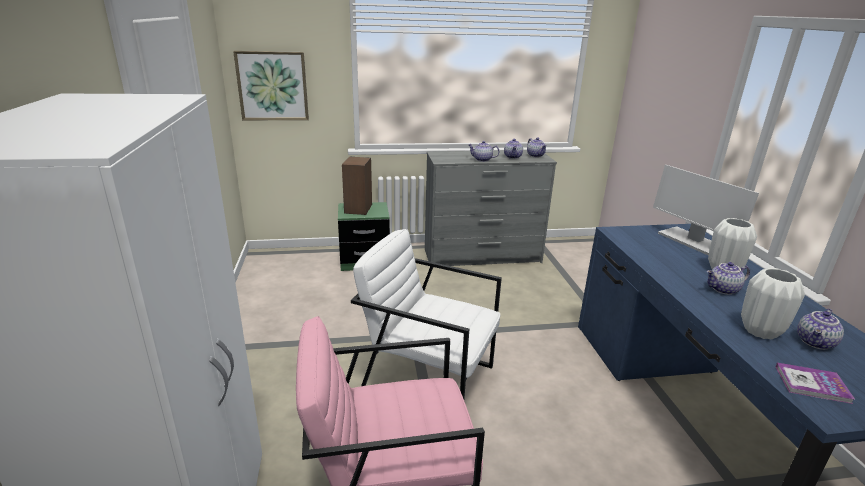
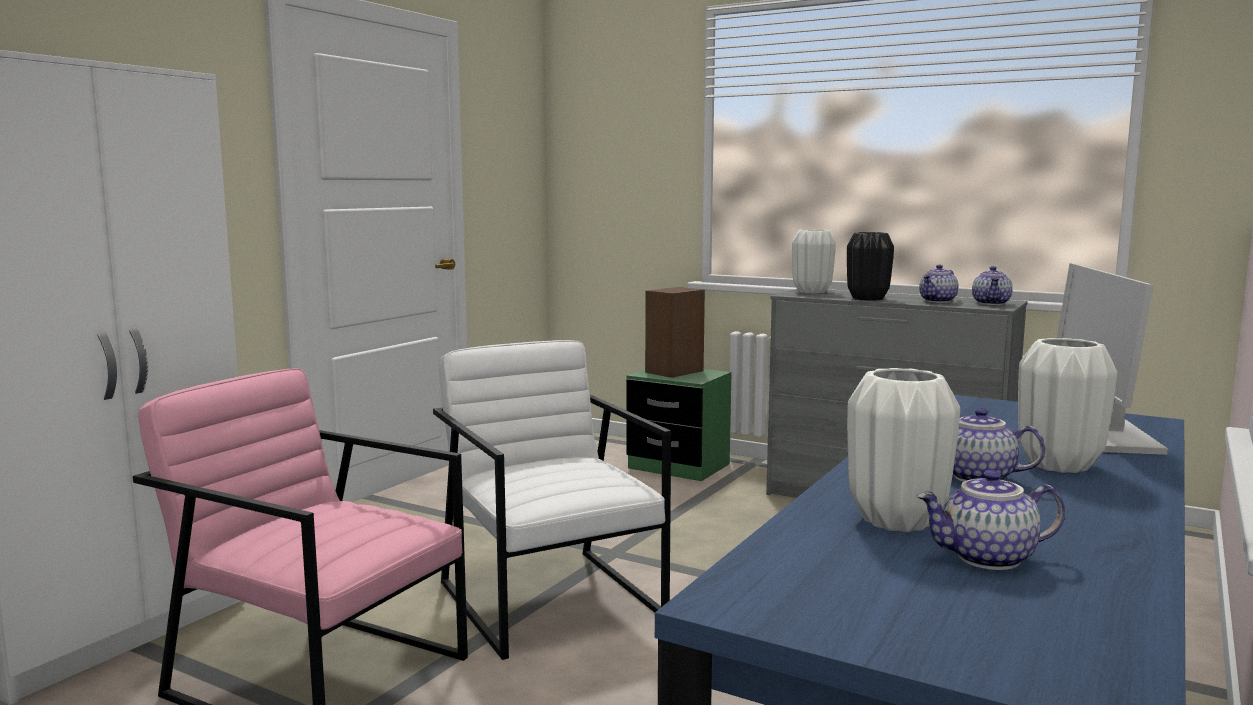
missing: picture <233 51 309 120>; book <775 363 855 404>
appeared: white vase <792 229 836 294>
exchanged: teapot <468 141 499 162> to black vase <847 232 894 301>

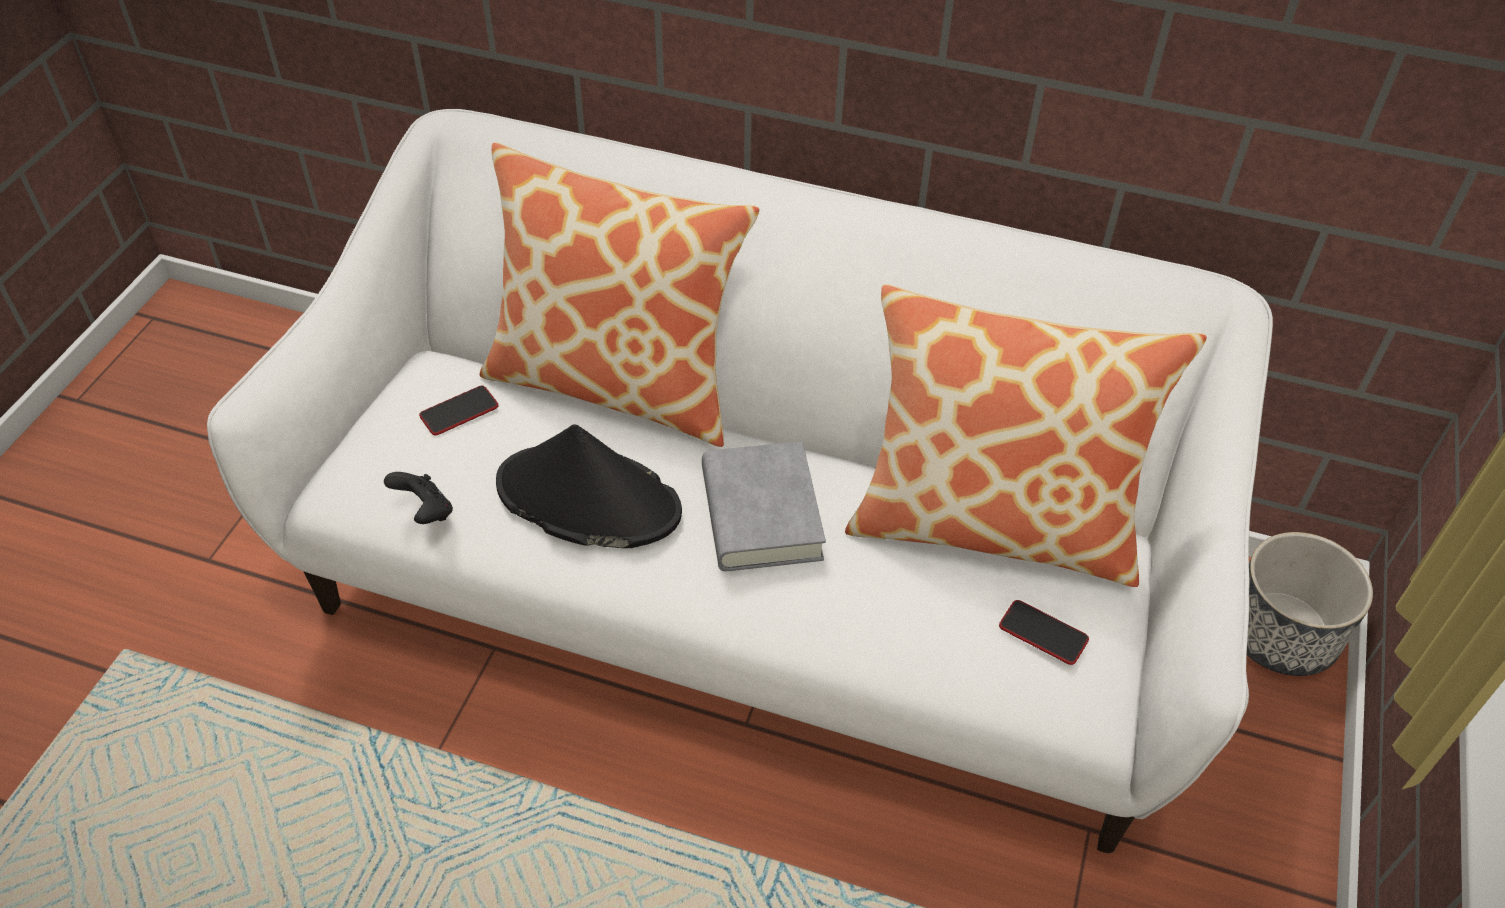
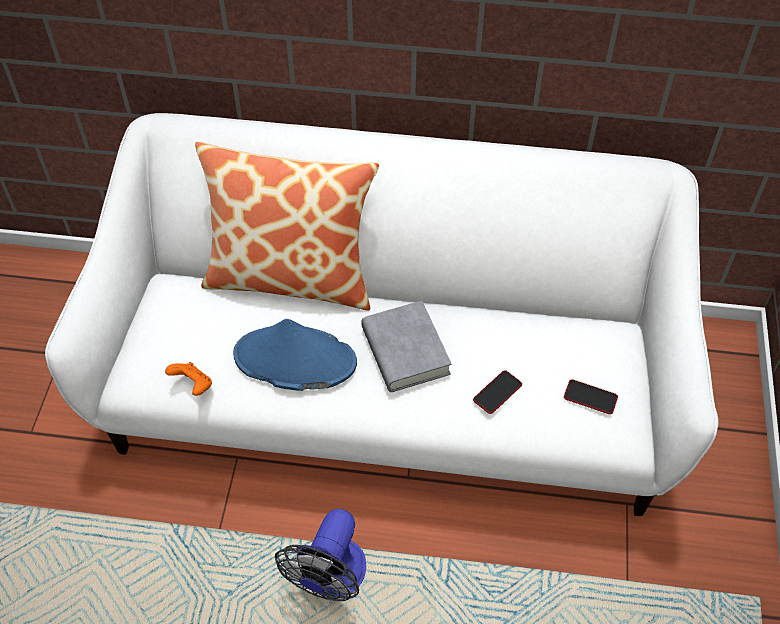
missing: pillow <845 284 1207 587>; planter <1247 532 1373 676>
appeared: fan <275 509 366 601>
relocated: phone <419 386 498 435> to <473 370 522 414>
colour: black game controller <384 472 453 524> to orange game controller <165 362 212 396>; black hat <496 424 682 548> to blue hat <233 319 357 391>

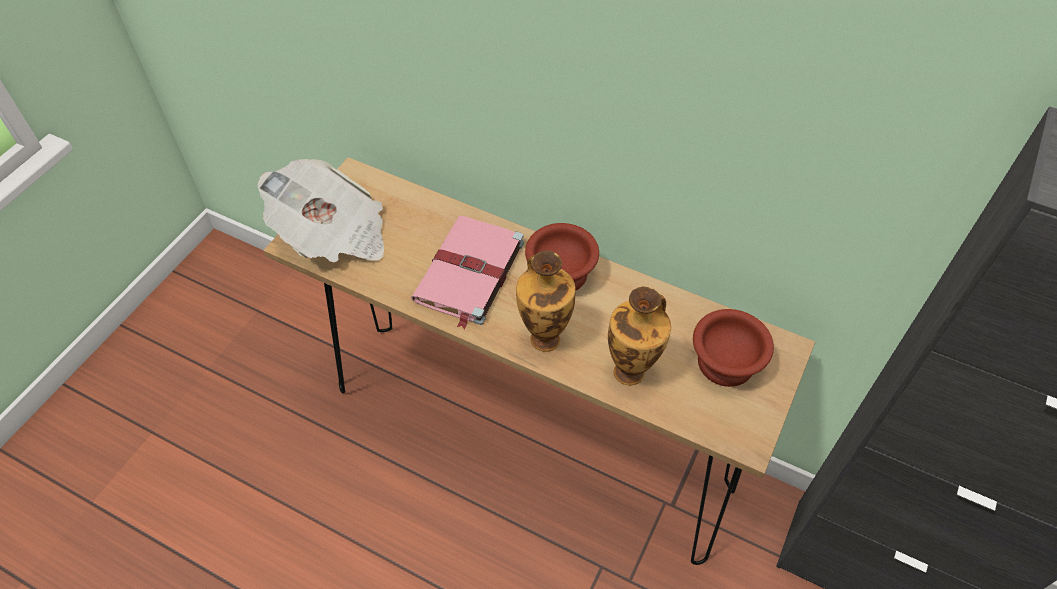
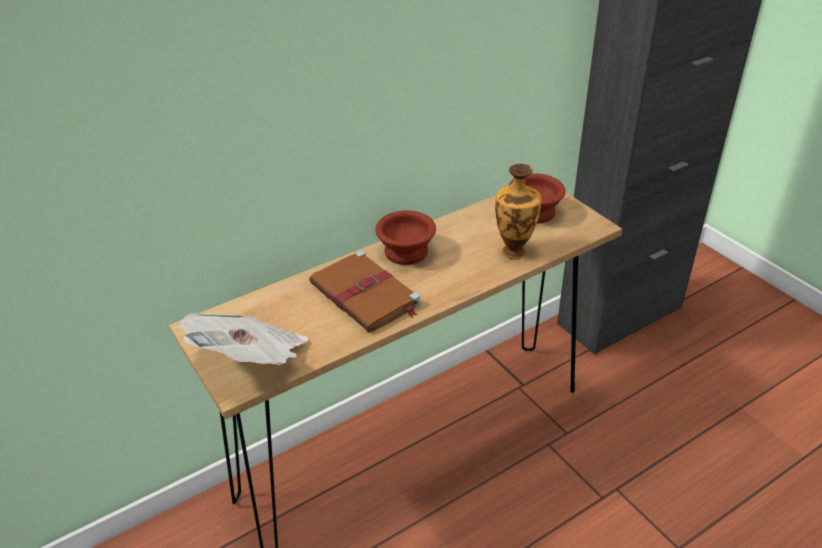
missing: vase <516 251 576 352>
colour: pink book <411 216 524 330> to brown book <309 250 421 332>

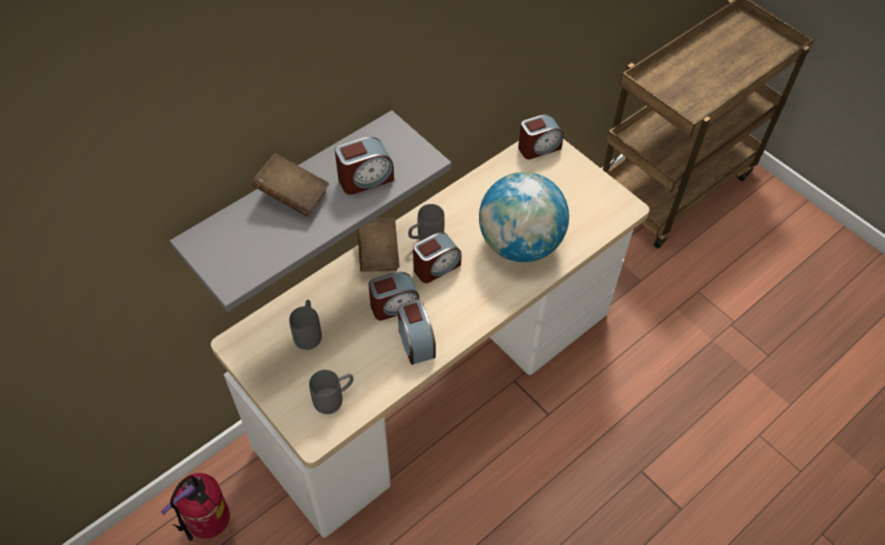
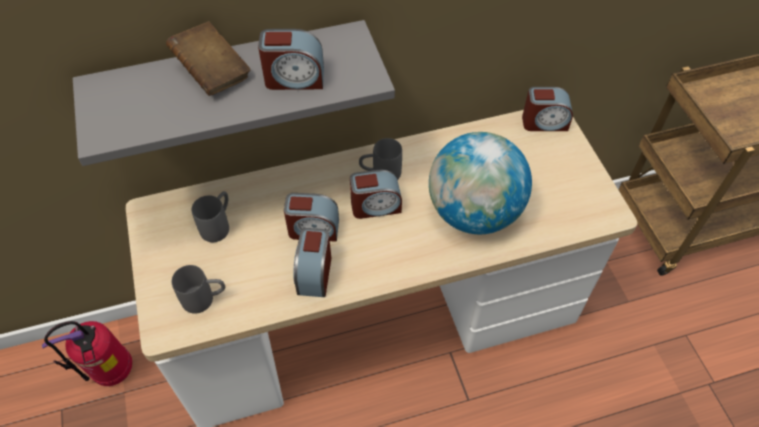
missing: brown book <357 218 400 272>

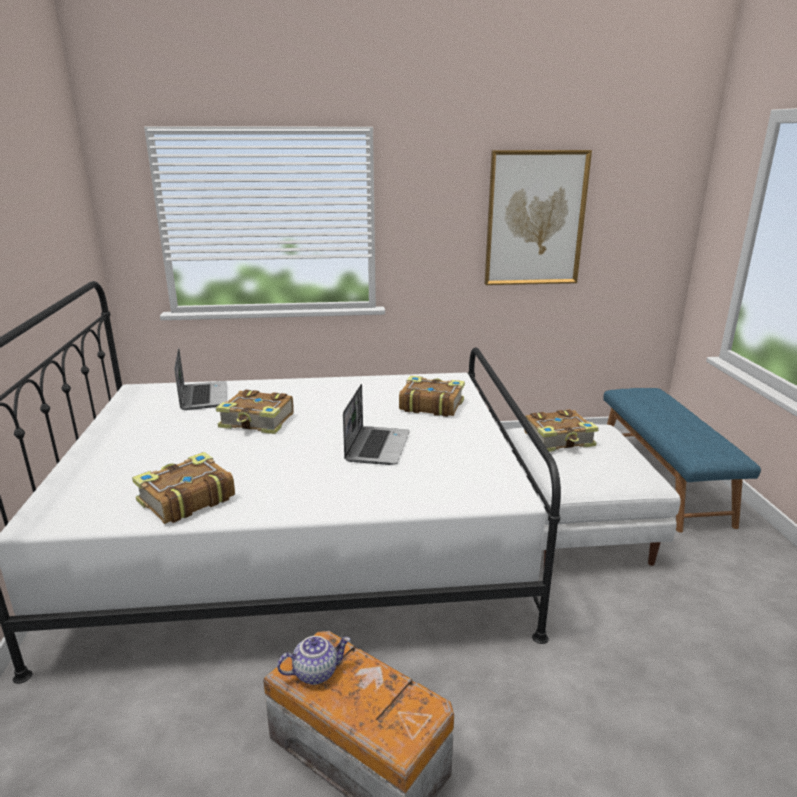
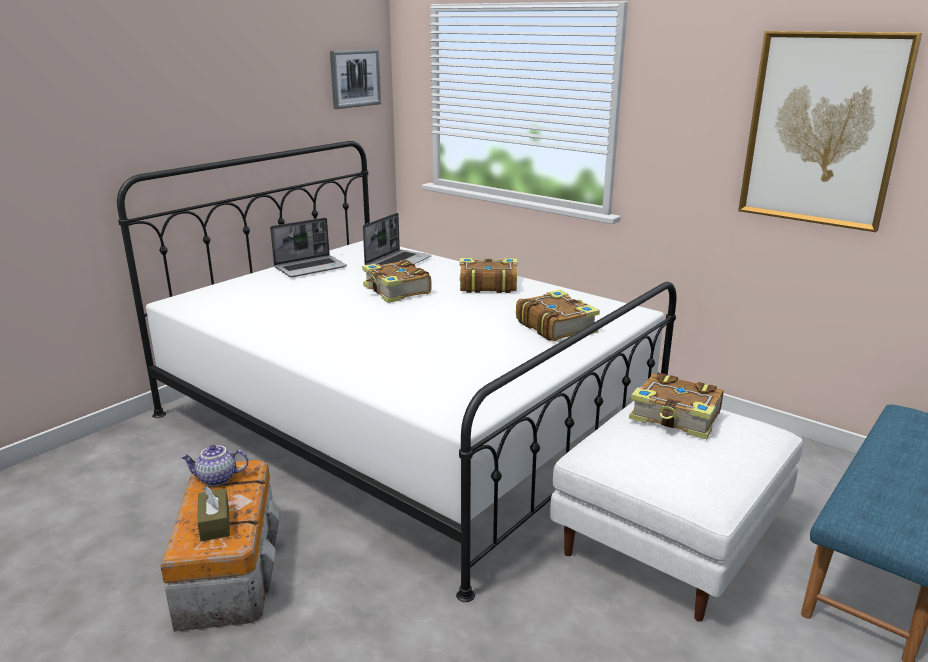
appeared: brown tissue box <197 486 230 541>; picture <330 49 381 109>
relocated: book <132 452 235 524> to <460 258 517 293>; laptop <343 384 410 465> to <270 218 347 277>
spun: teapot <277 636 350 685> = <180 445 248 486> 150 degrees clockwise

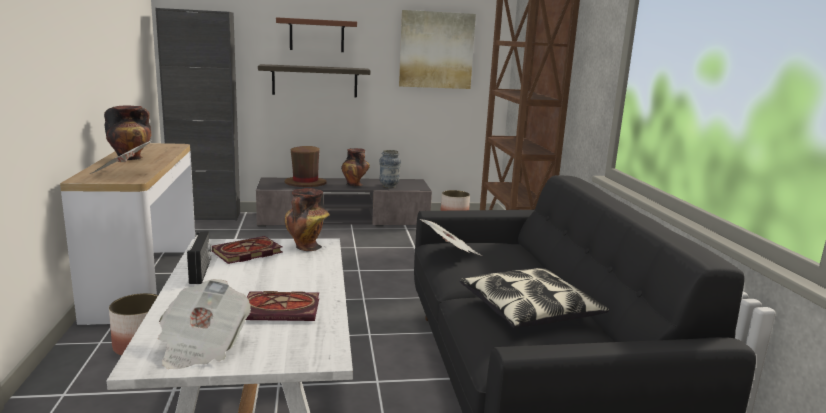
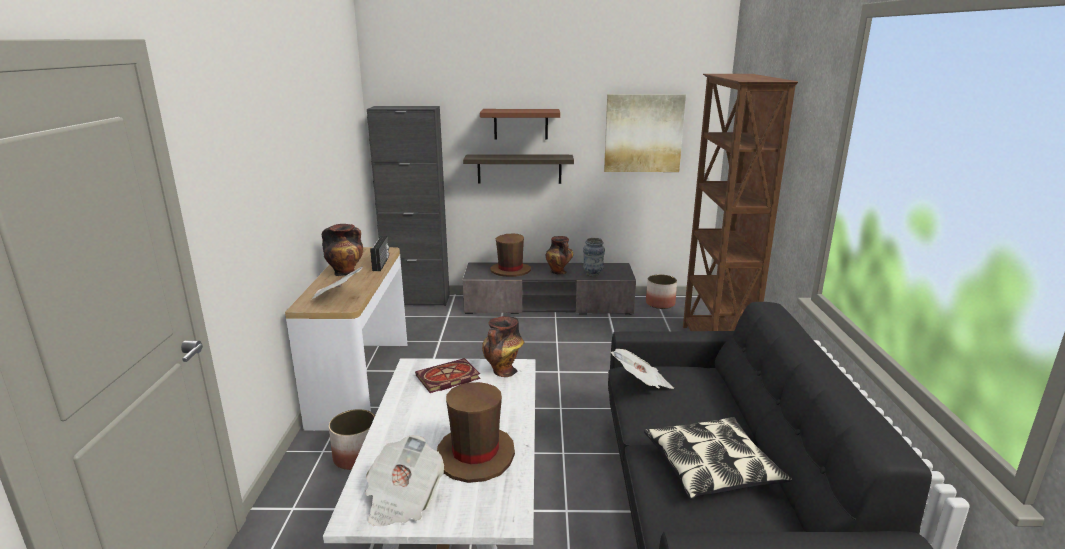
relocated: radio <187 231 212 284> to <370 236 389 271>
exchanged: book <246 291 319 321> to brown hat <437 382 515 483>

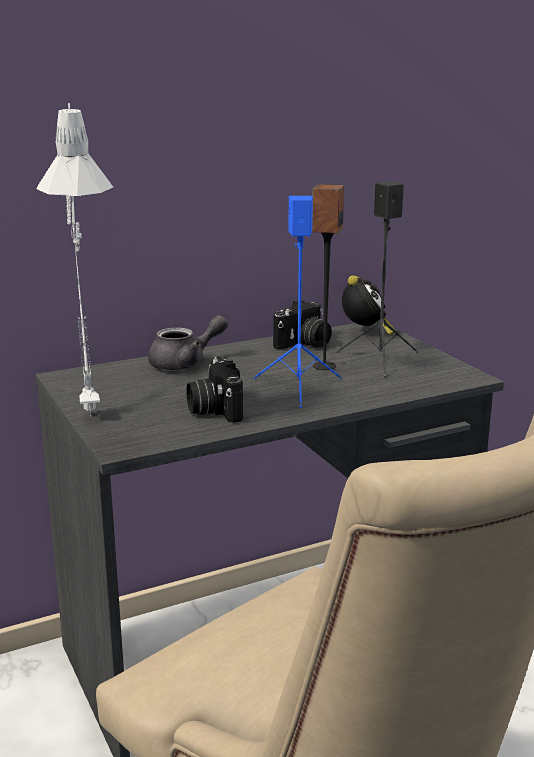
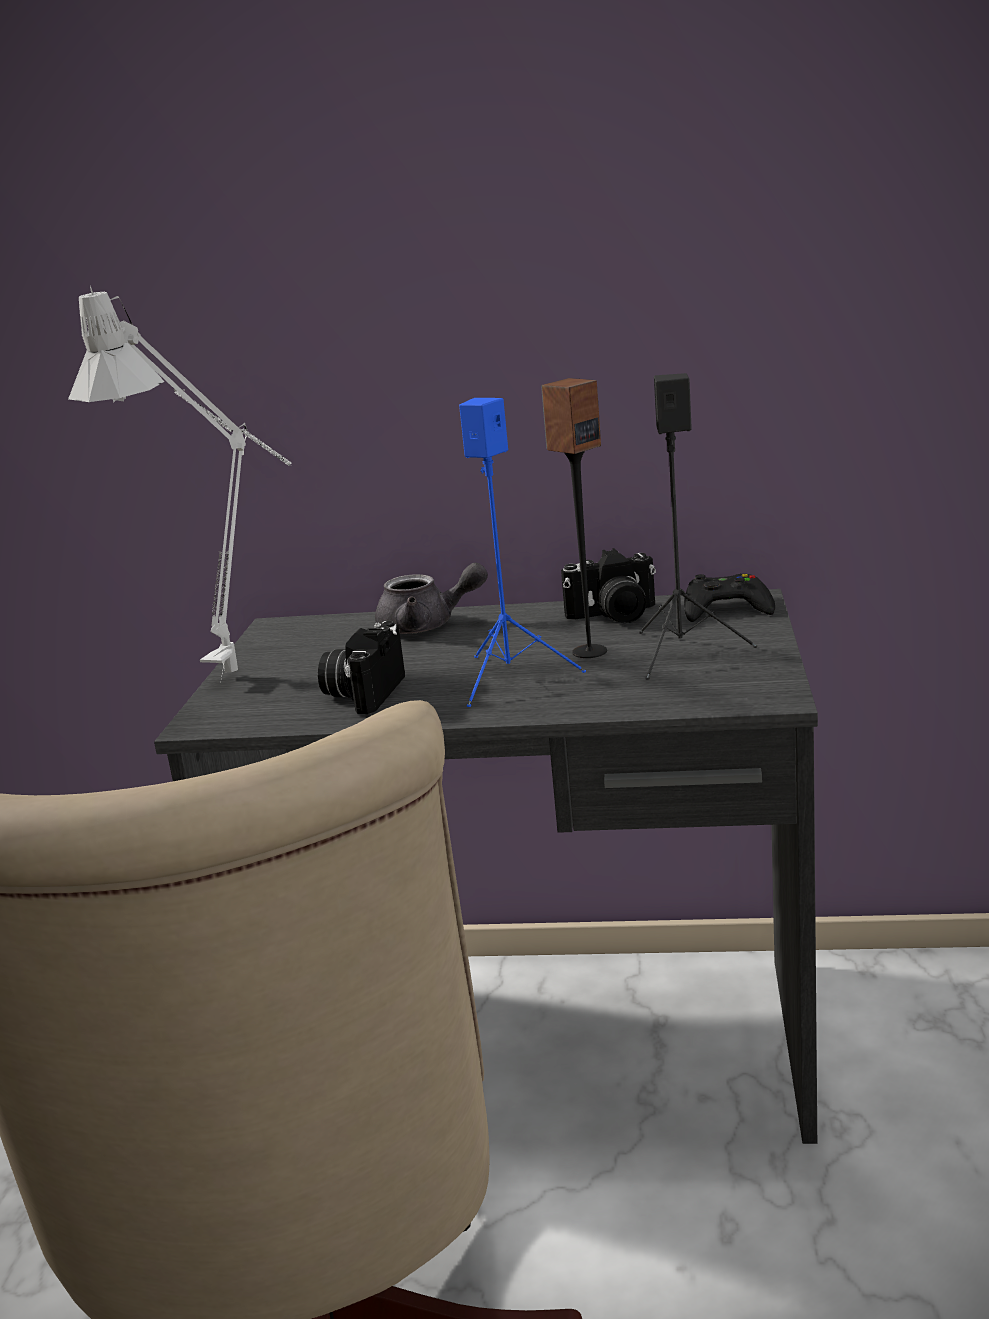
exchanged: alarm clock <342 275 396 335> to black game controller <684 574 775 622>

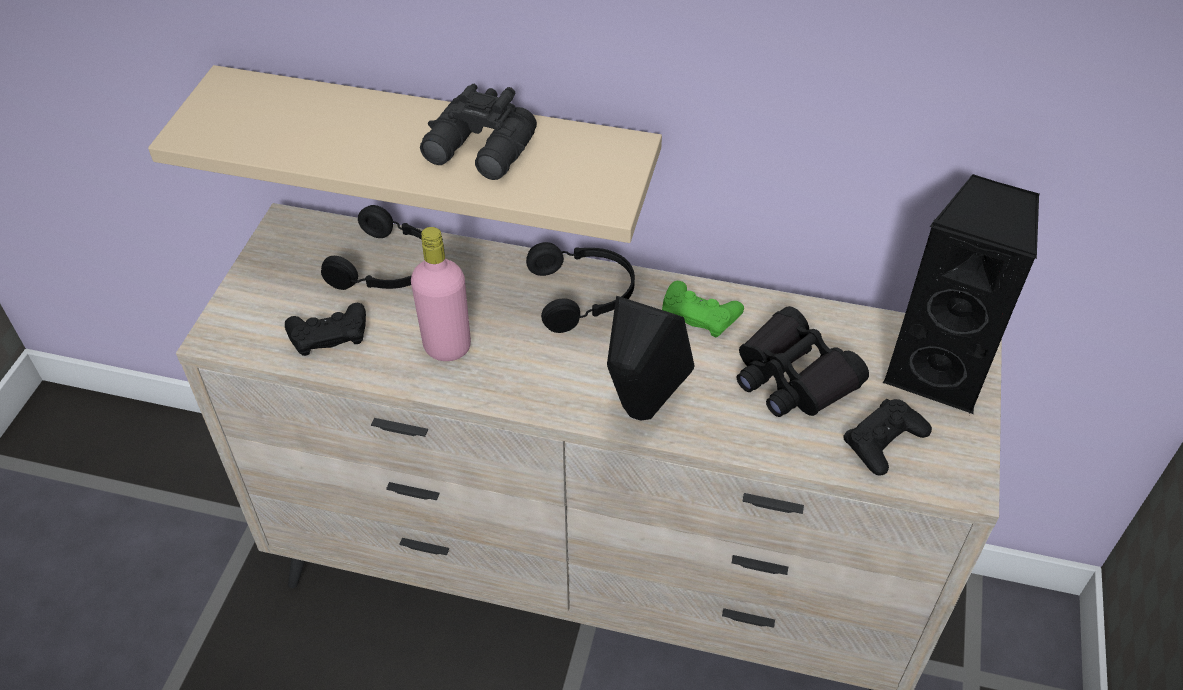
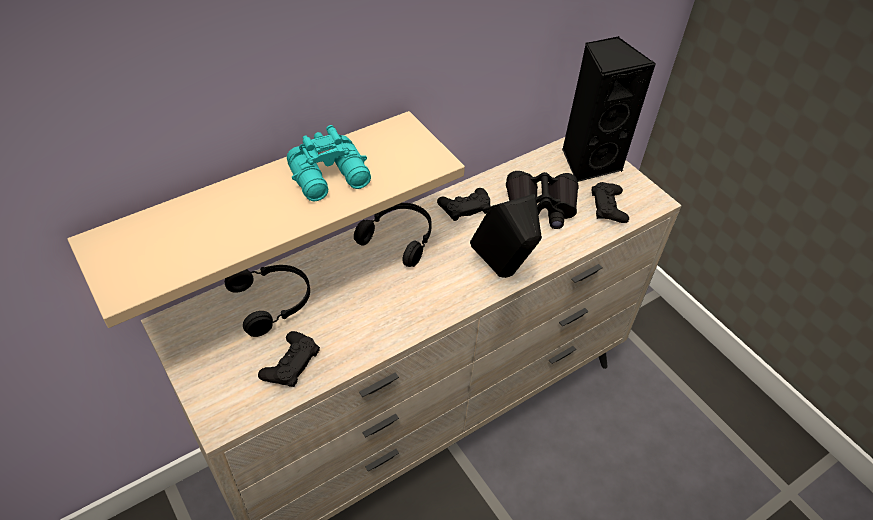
missing: pink bottle <411 227 471 361>
colour: black binoculars <420 84 537 180> to turquoise binoculars <287 125 371 202>; green game controller <662 281 744 337> to black game controller <437 188 491 221>

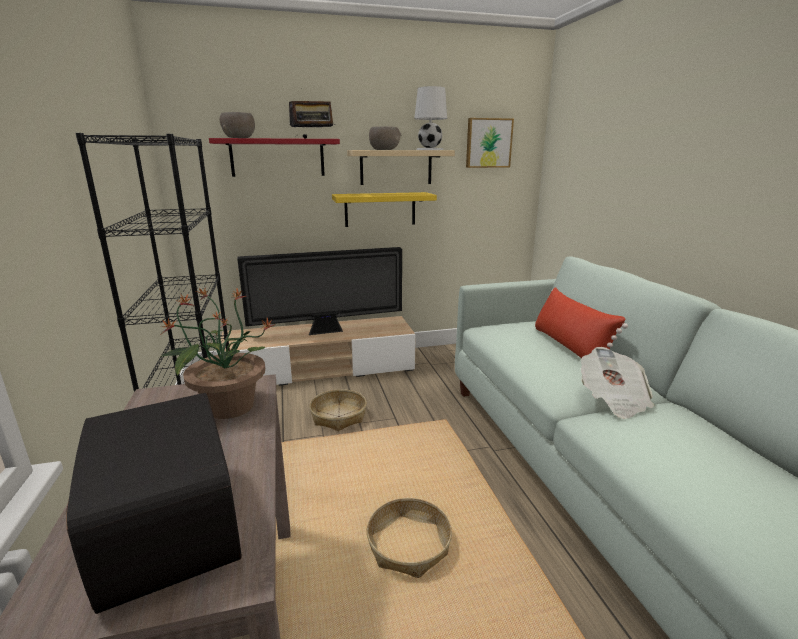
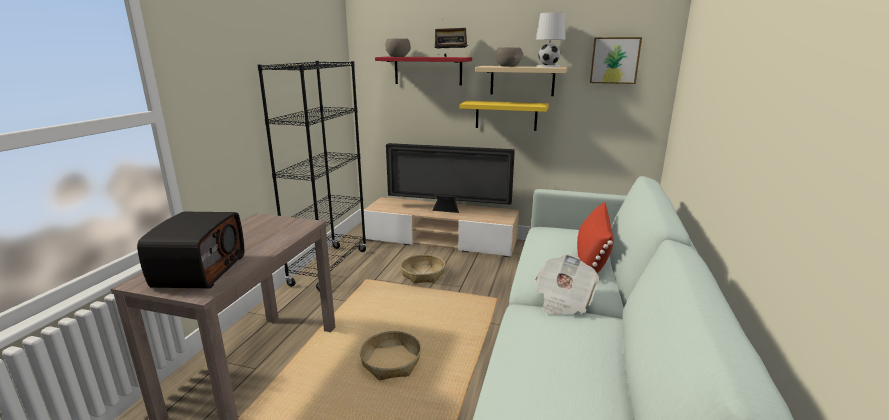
missing: potted plant <160 287 276 419>

